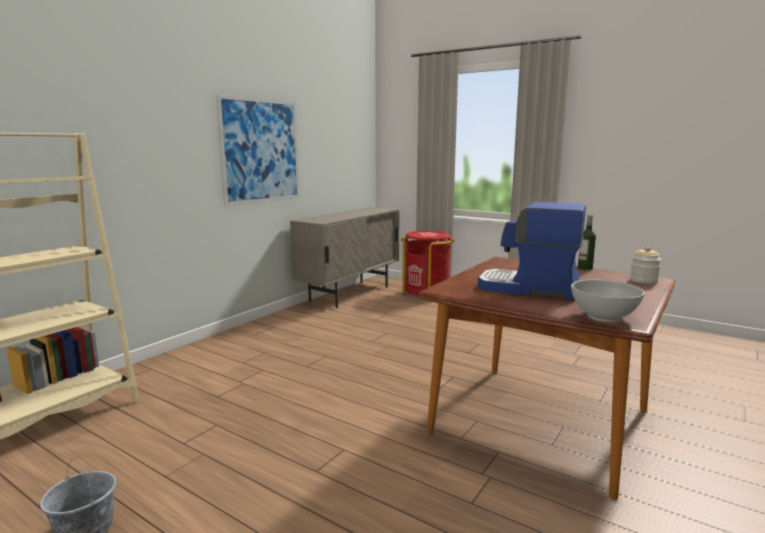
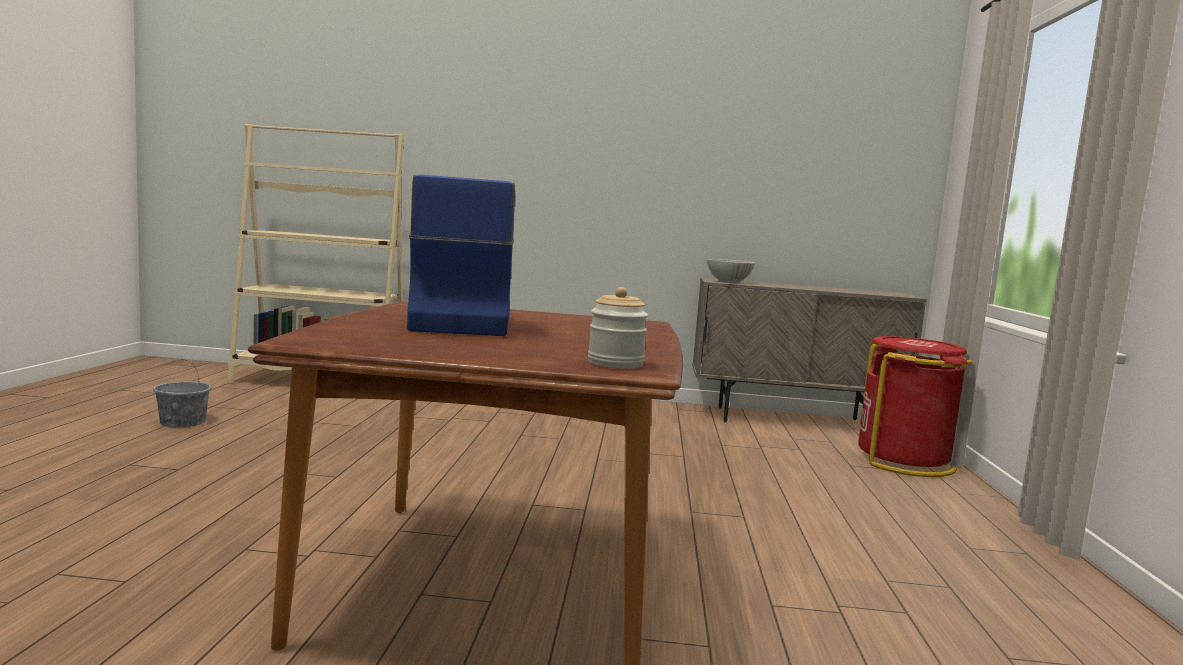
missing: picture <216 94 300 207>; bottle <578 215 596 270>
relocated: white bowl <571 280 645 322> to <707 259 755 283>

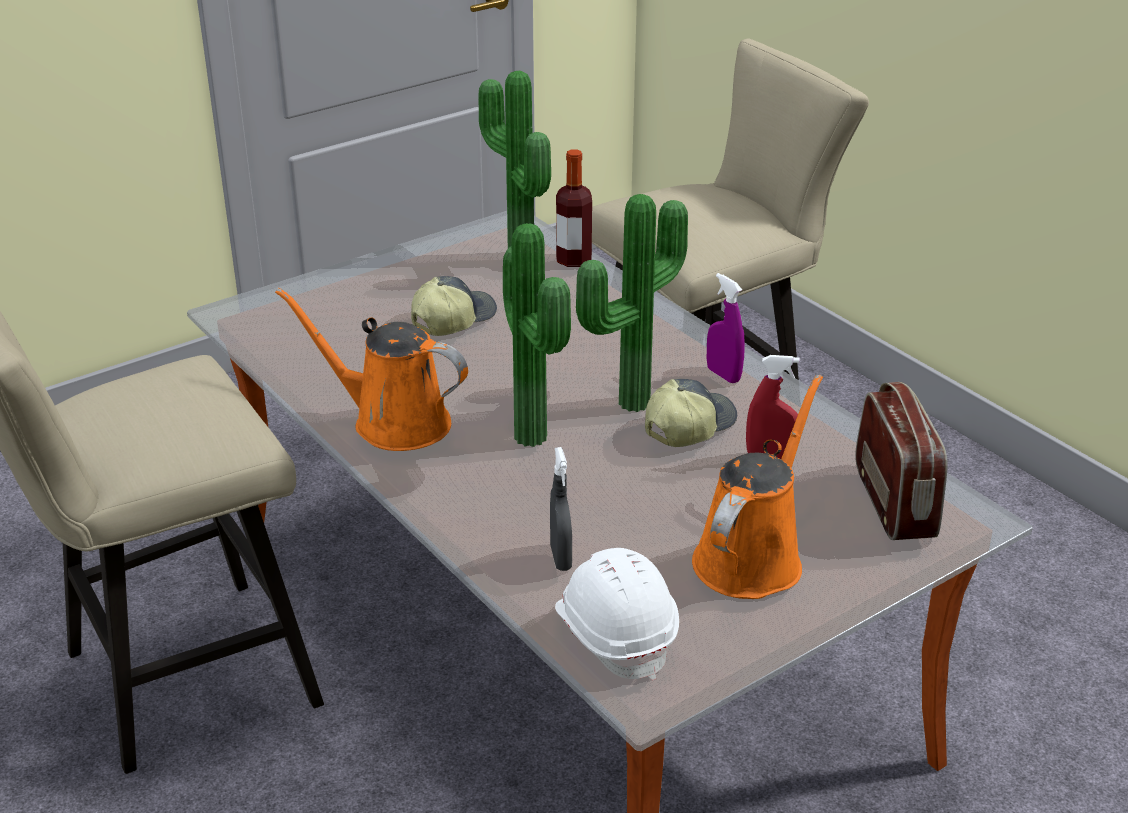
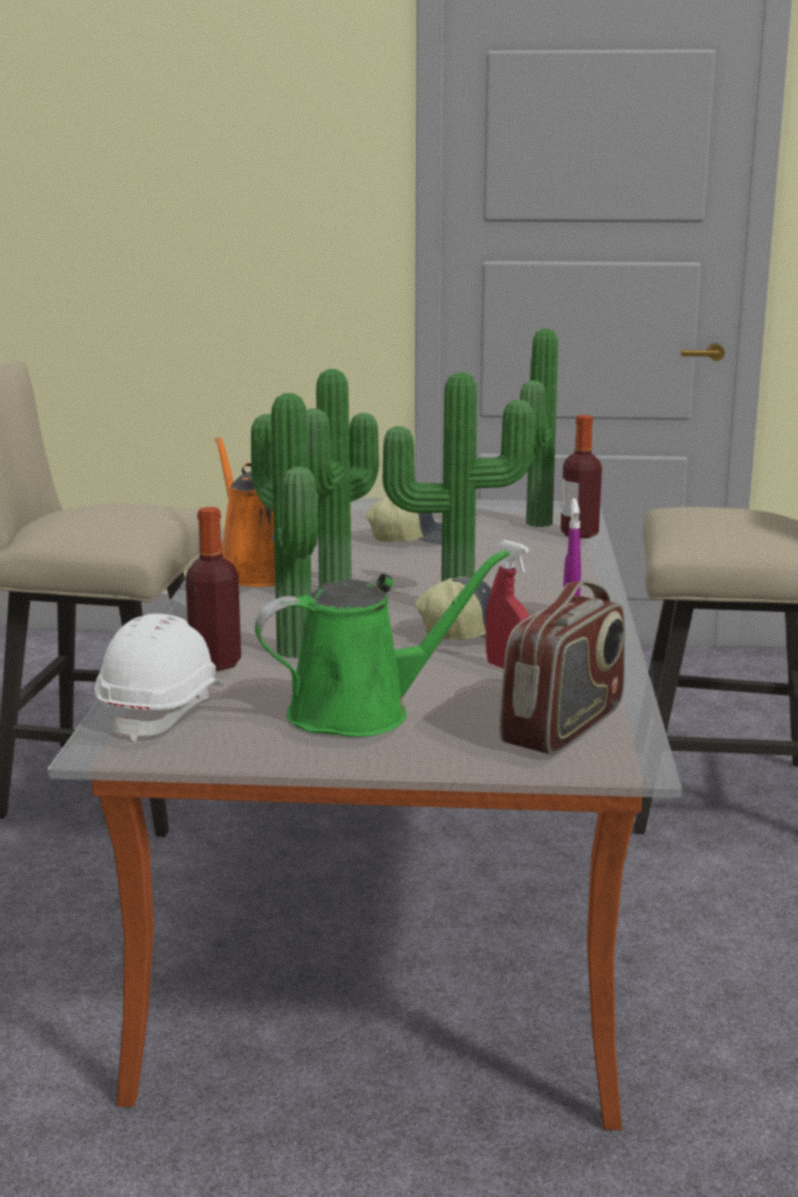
appeared: potted plant <251 393 318 658>
exchanged: grey spray bottle <550 447 572 571> to bottle <185 507 241 671>
colour: orange watering can <692 375 823 599> to green watering can <255 549 510 737>

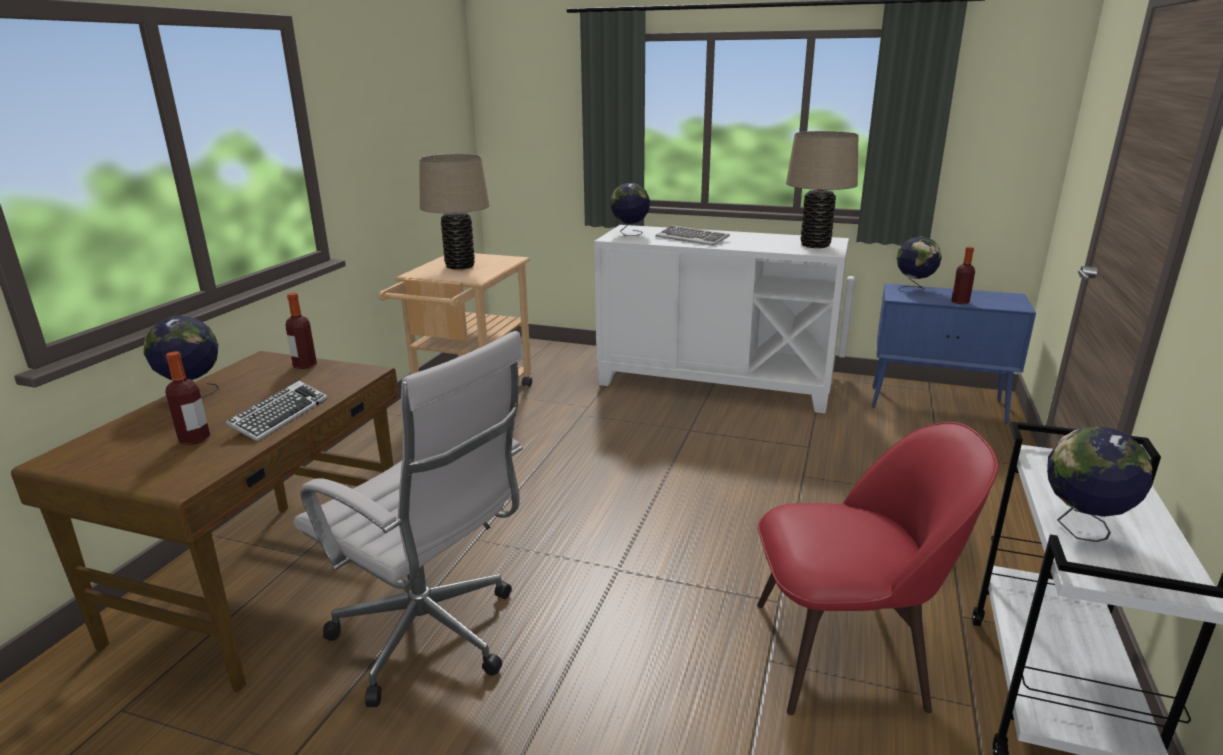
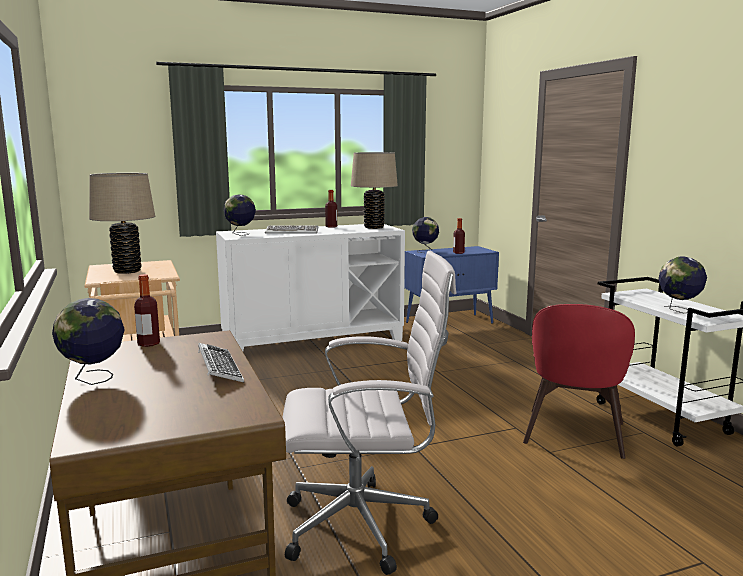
relocated: bottle <165 351 210 445> to <325 190 337 228>
spun: red chair <757 422 999 715> = <523 304 635 459> 150 degrees clockwise

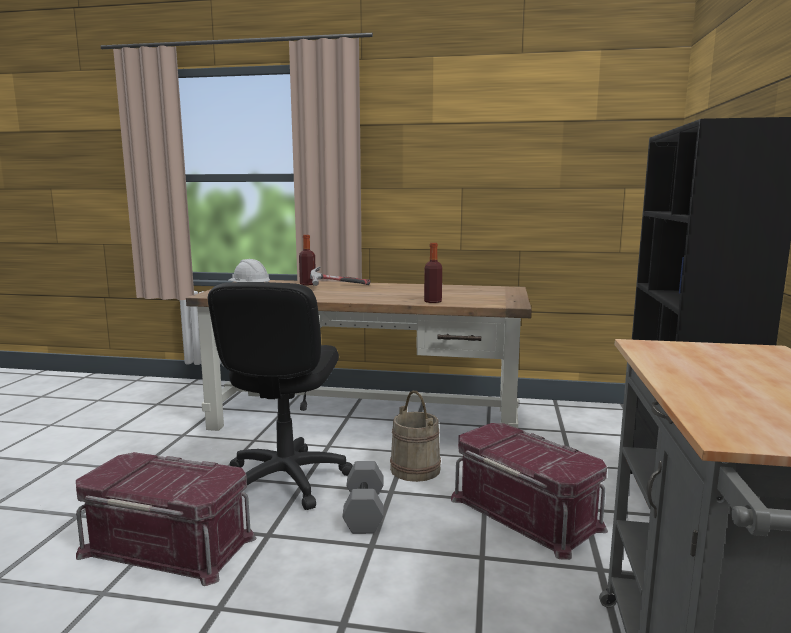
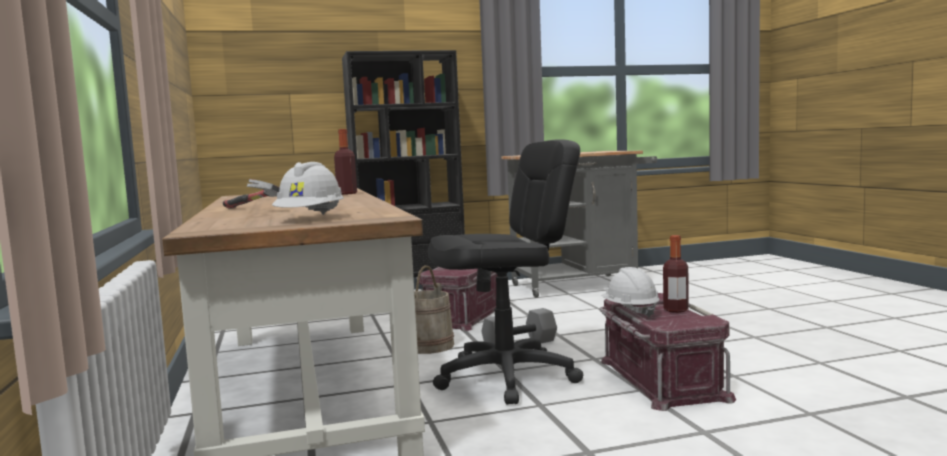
appeared: white hard hat <601 267 660 317>
relocated: bottle <299 235 315 285> to <663 235 689 313>

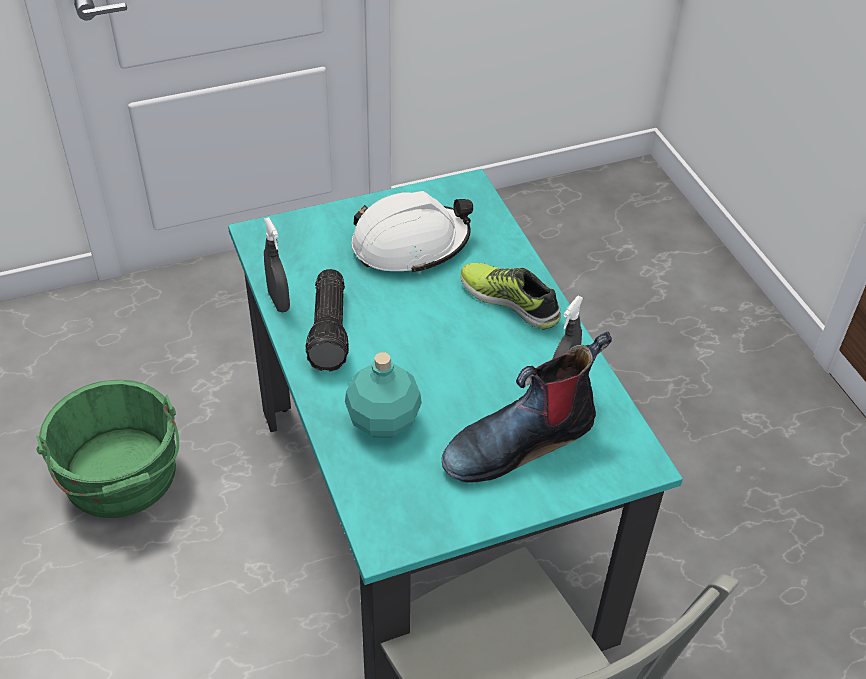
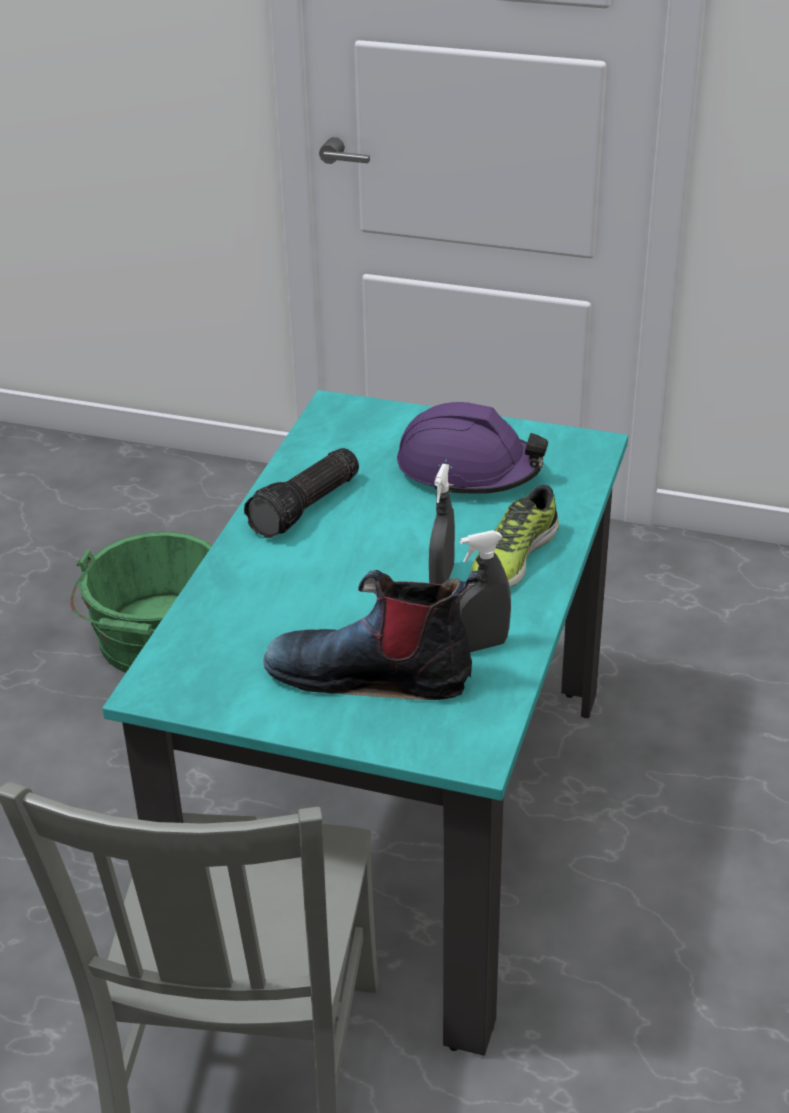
missing: turquoise bottle <345 352 422 438>
relocated: grey spray bottle <264 217 290 312> to <429 464 455 584>
colour: white hard hat <352 191 473 274> to purple hard hat <397 402 548 494>
spun: shoe <460 263 561 329> = <471 485 559 587> 135 degrees counterclockwise

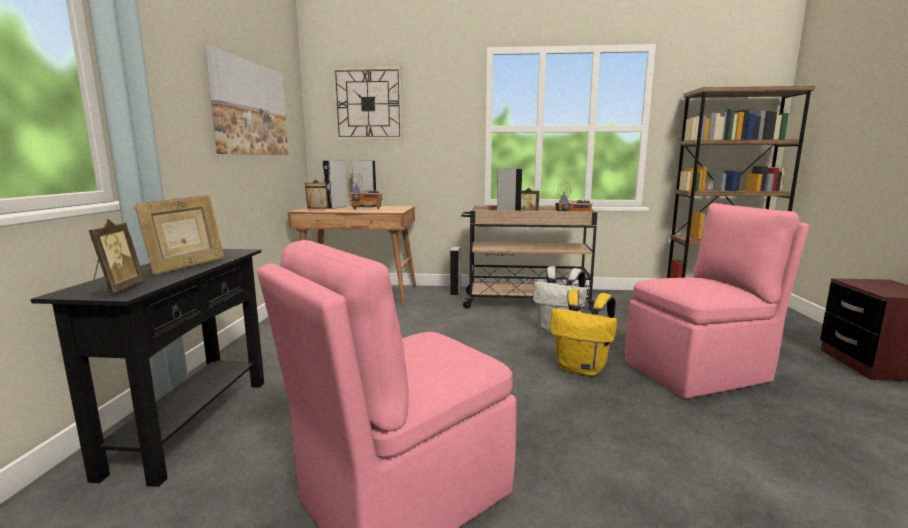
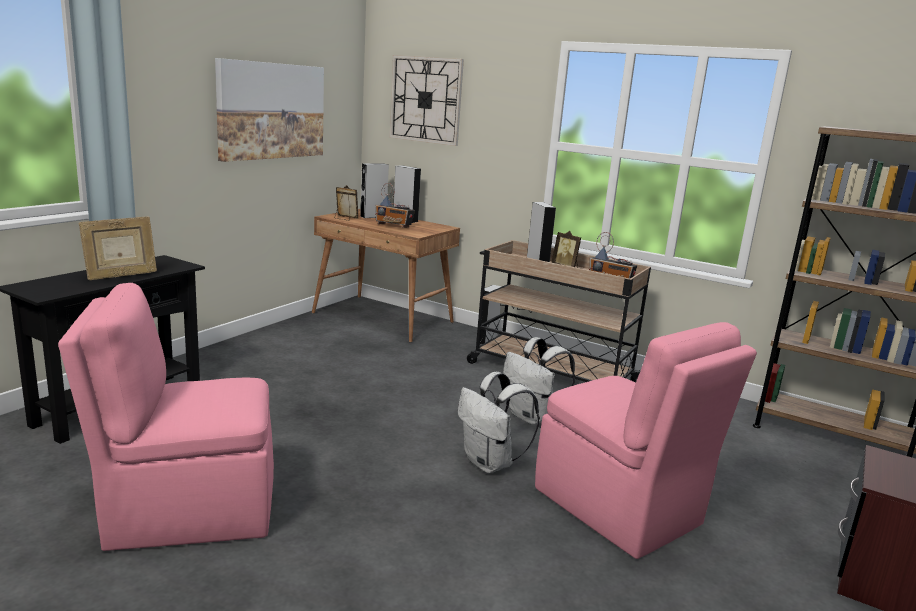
missing: picture frame <89 219 144 294>
colour: yellow backpack <550 289 617 376> to white backpack <458 372 540 473>
spun: pink chair <625 203 809 399> = <535 322 757 559> 45 degrees clockwise

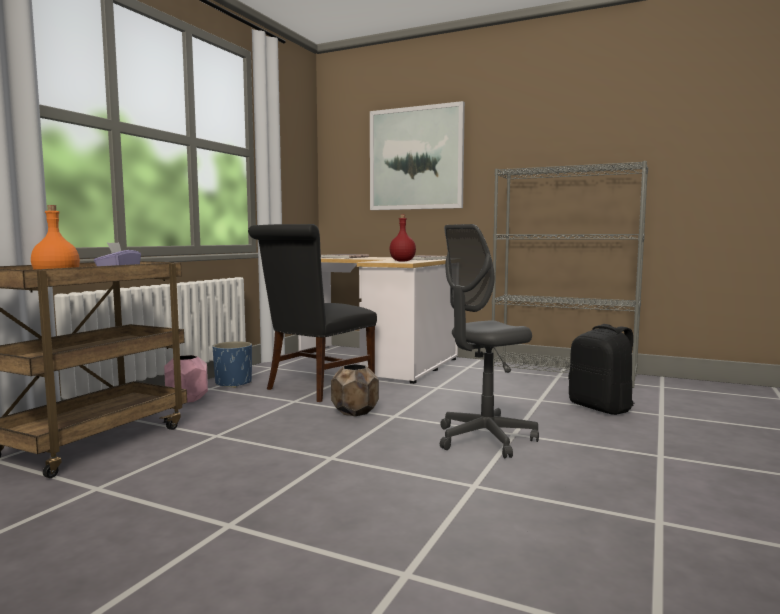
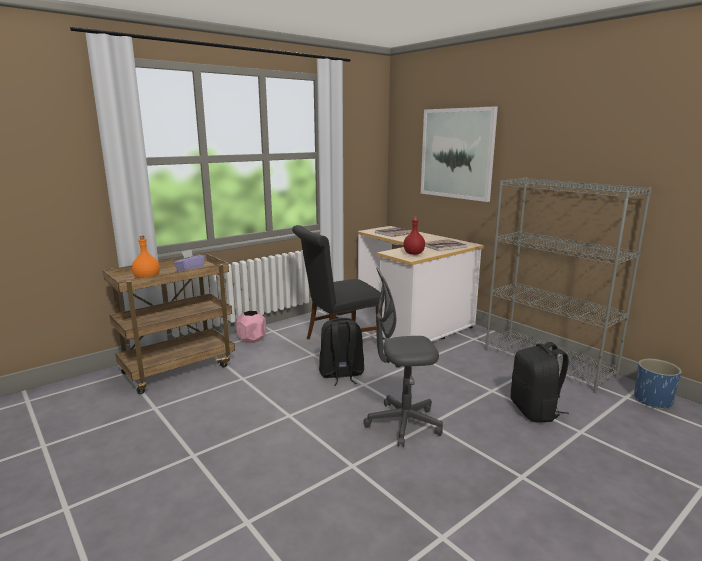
relocated: blue planter <212 341 252 388> to <634 359 682 409>
exchanged: brown planter <331 364 379 416> to black backpack <319 318 364 386>

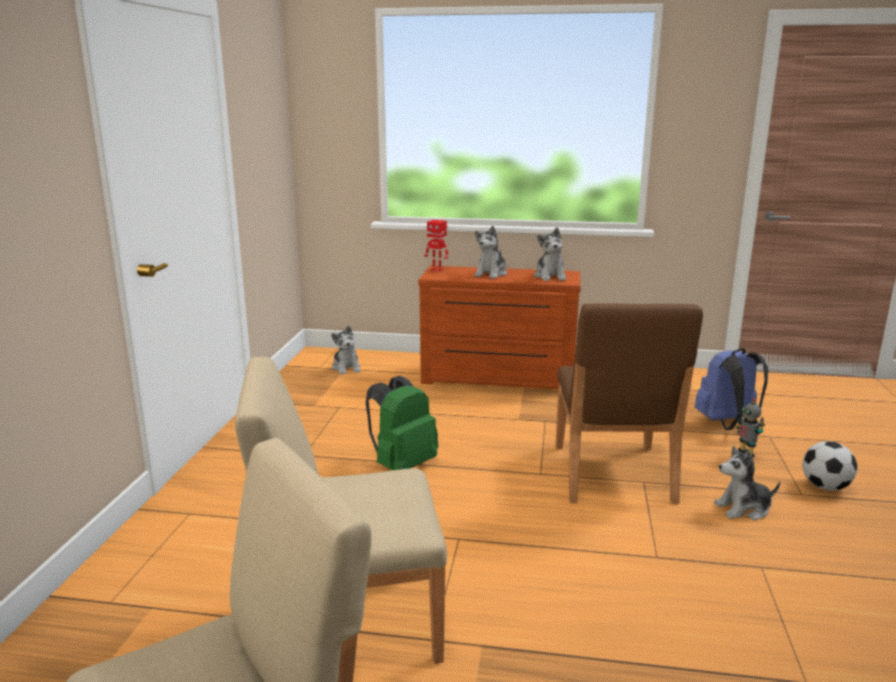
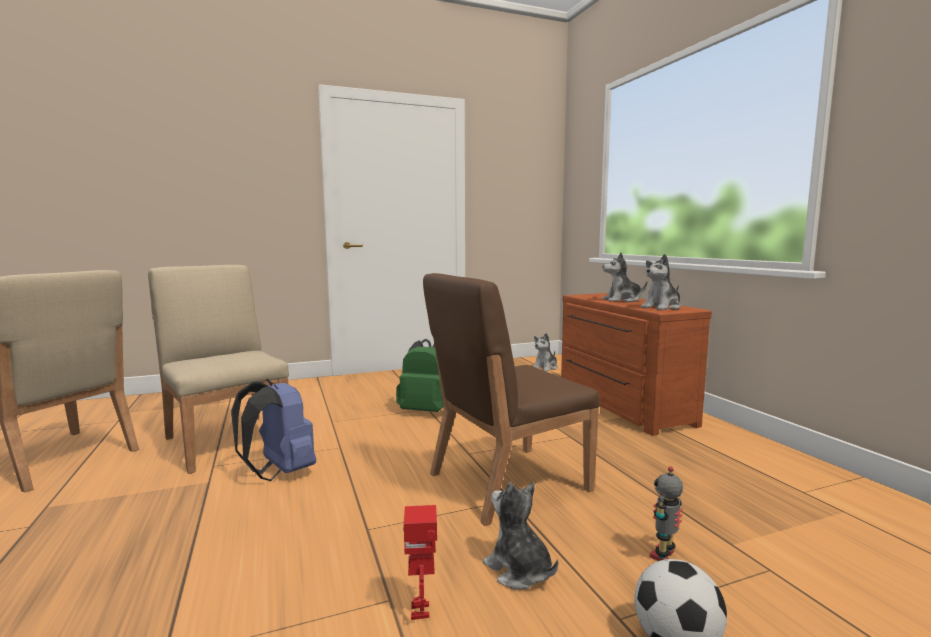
relocated: toy robot <424 220 448 272> to <403 505 437 620>; blue backpack <695 348 768 430> to <231 379 316 481>

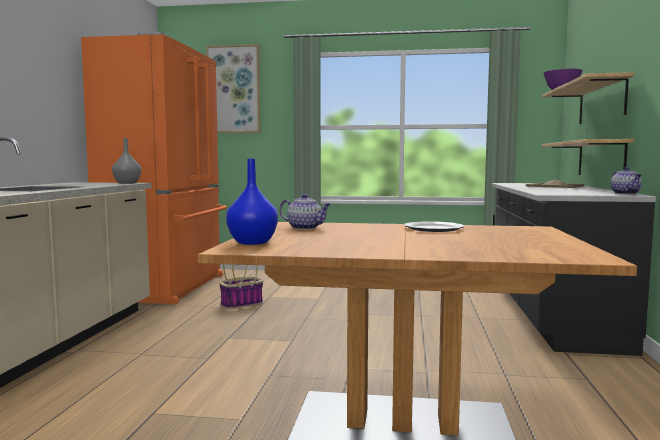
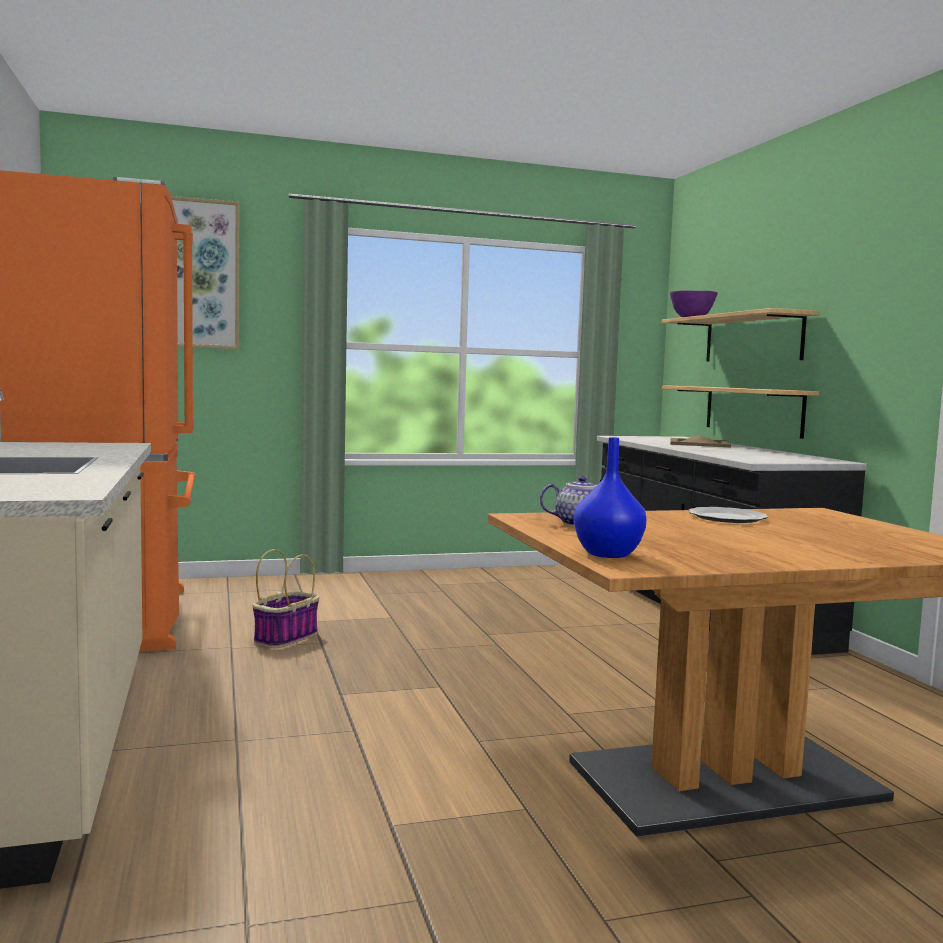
missing: grey vase <112 138 141 184>; teapot <611 167 642 194>

